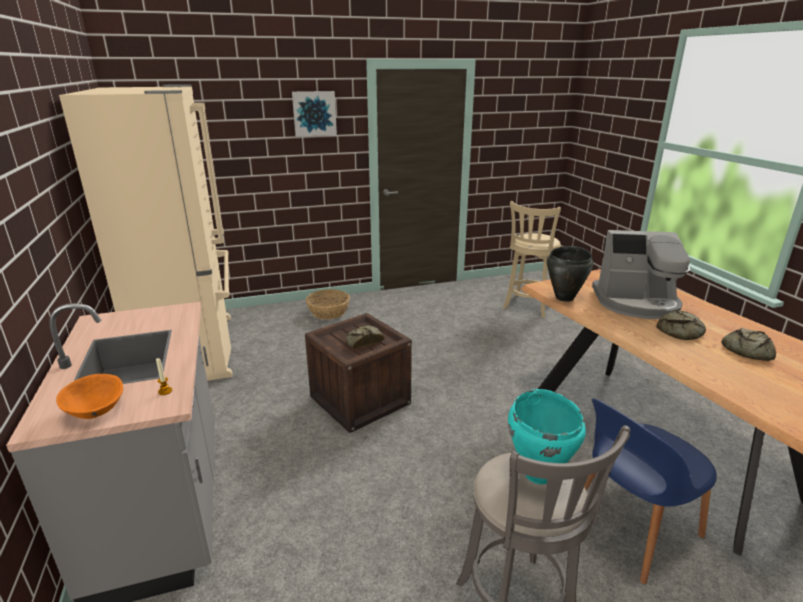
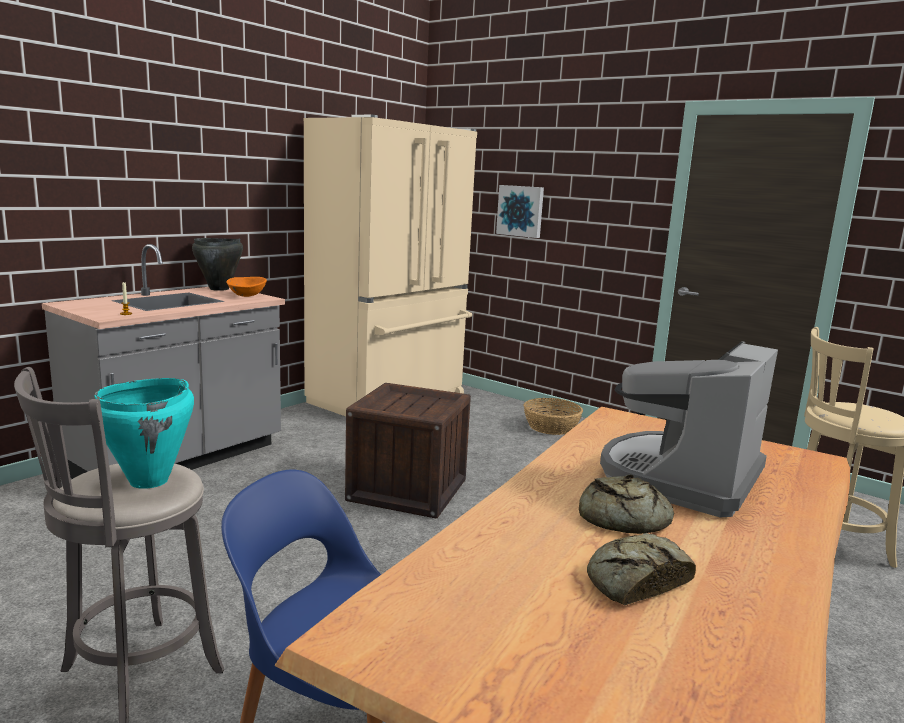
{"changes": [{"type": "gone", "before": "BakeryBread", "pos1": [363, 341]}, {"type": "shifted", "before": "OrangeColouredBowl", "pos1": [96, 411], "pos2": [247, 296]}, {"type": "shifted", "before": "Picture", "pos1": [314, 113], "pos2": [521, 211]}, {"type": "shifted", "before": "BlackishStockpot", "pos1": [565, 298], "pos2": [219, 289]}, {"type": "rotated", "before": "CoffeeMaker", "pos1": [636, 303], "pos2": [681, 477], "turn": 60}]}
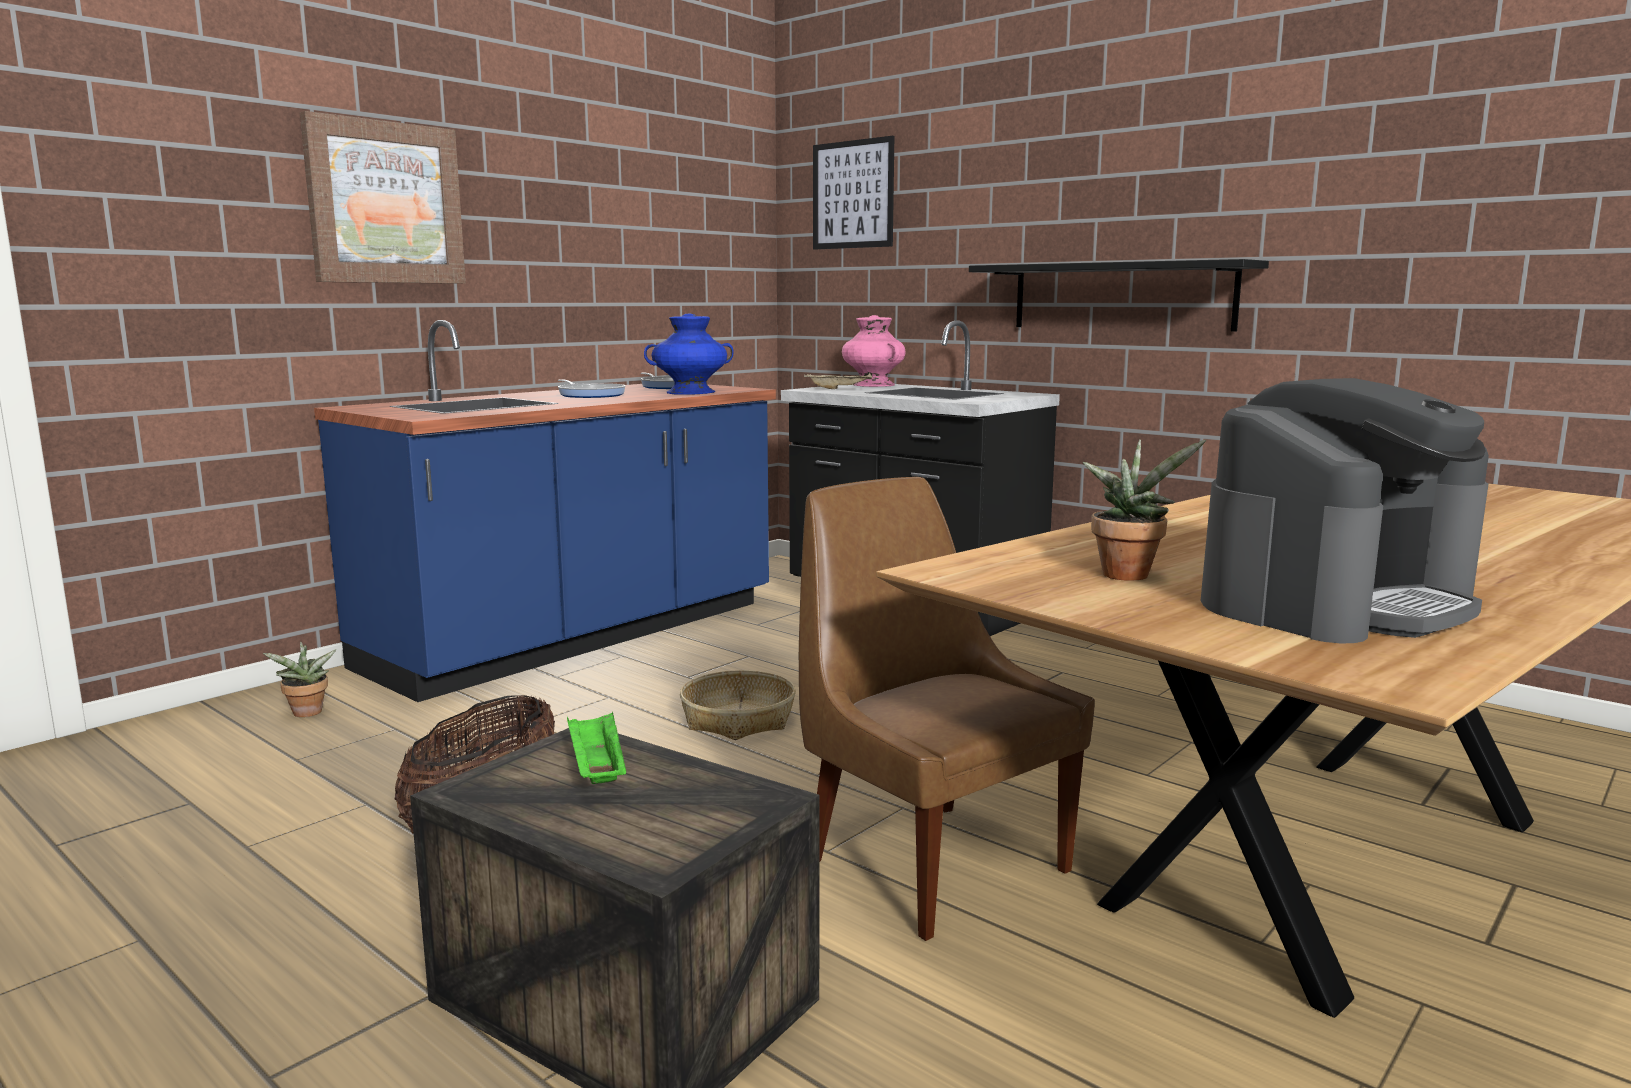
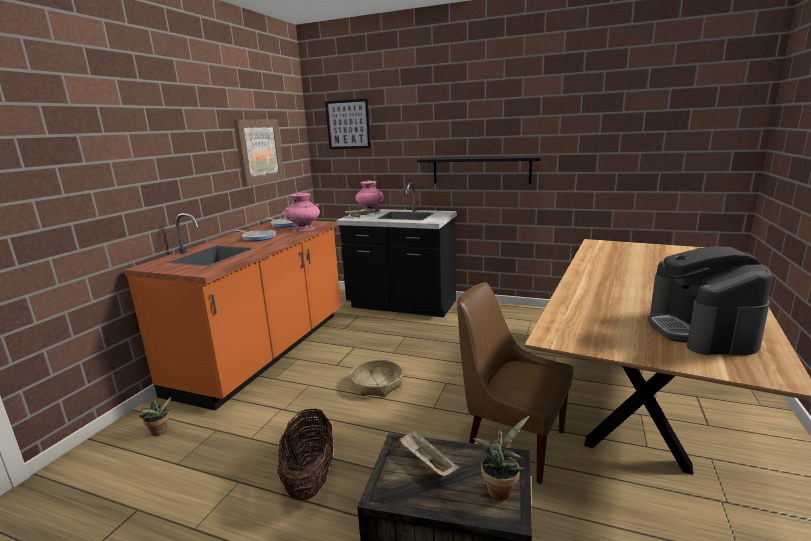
{"changes": [{"type": "shifted", "before": "Picture", "pos1": [385, 203], "pos2": [259, 151]}, {"type": "shifted", "before": "PlantInAPot", "pos1": [1128, 574], "pos2": [500, 488]}, {"type": "repainted", "before": "BlueKitchenCounter", "after": "OrangeColouredKitchenCounter", "pos1": [578, 635], "pos2": [265, 351]}, {"type": "repainted", "before": "GreenColouredServingTray", "after": "SandColouredServingTray", "pos1": [597, 769], "pos2": [426, 462]}, {"type": "repainted", "before": "BlueVase", "after": "PinkVase", "pos1": [690, 392], "pos2": [303, 229]}, {"type": "rotated", "before": "CoffeeMaker", "pos1": [1336, 602], "pos2": [700, 331], "turn": 150}]}
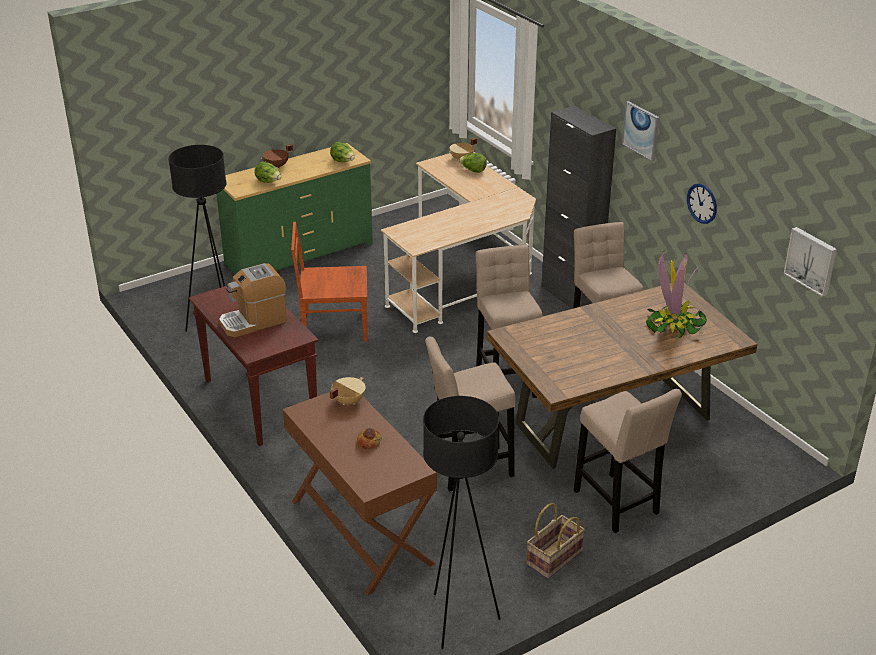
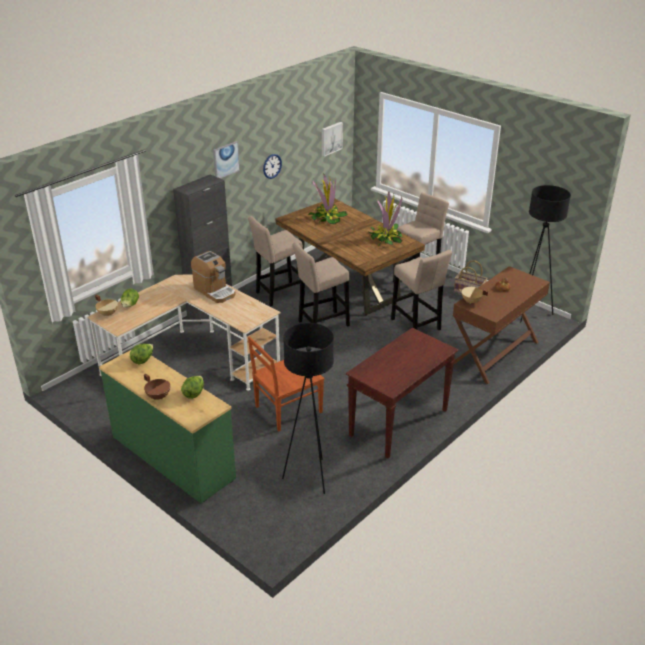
{"changes": [{"type": "new", "after": "PlantInAPot", "pos2": [386, 238]}, {"type": "shifted", "before": "CoffeeMaker", "pos1": [253, 321], "pos2": [214, 291]}, {"type": "rotated", "before": "BrownColouredUprightChair", "pos1": [333, 327], "pos2": [287, 410], "turn": 75}]}
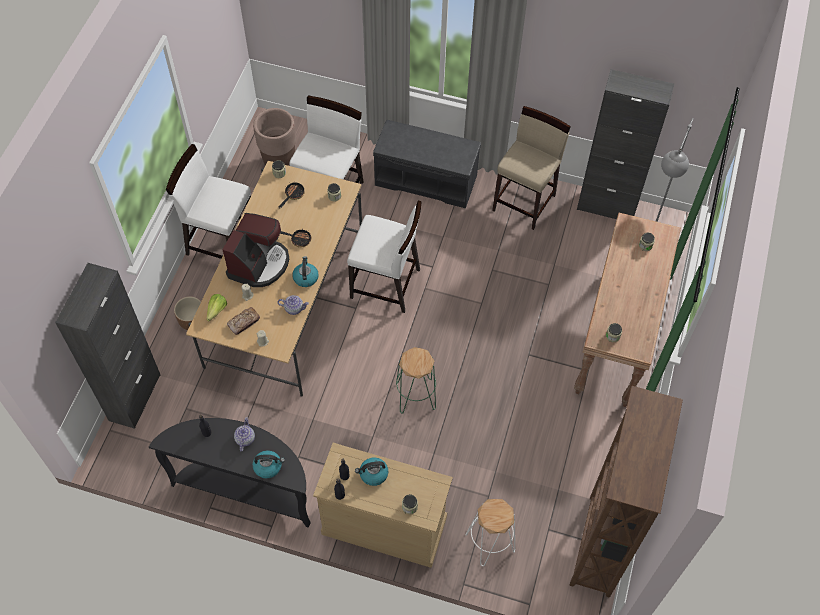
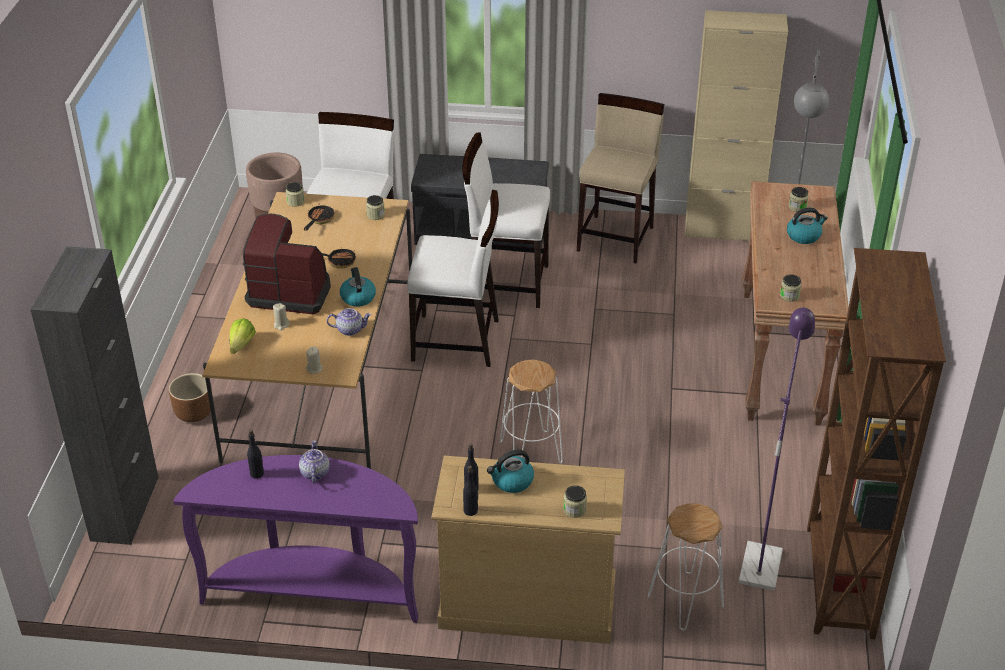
{"changes": [{"type": "gone", "before": "BakeryBread", "pos1": [244, 323]}, {"type": "new", "after": "PurpleFloorLamp", "pos2": [762, 558]}, {"type": "shifted", "before": "WhiteColouredUprightChair", "pos1": [221, 241], "pos2": [505, 282]}, {"type": "shifted", "before": "WaterKettle", "pos1": [268, 466], "pos2": [804, 236]}, {"type": "repainted", "before": "BlackishHallTable", "after": "PurpleHallTable", "pos1": [247, 488], "pos2": [314, 590]}, {"type": "repainted", "before": "GreenColouredStoolSeat", "after": "WhiteColouredStoolSeat", "pos1": [416, 396], "pos2": [531, 452]}, {"type": "repainted", "before": "BlackishCupboard", "after": "SandColouredCupboard", "pos1": [606, 206], "pos2": [722, 230]}, {"type": "rotated", "before": "CoffeeMaker", "pos1": [259, 264], "pos2": [290, 291], "turn": -90}]}
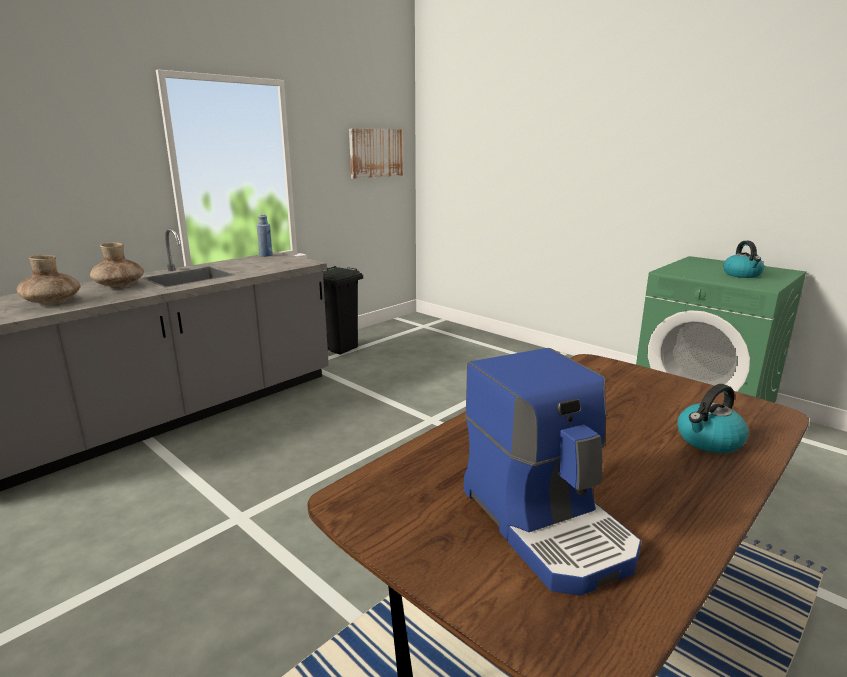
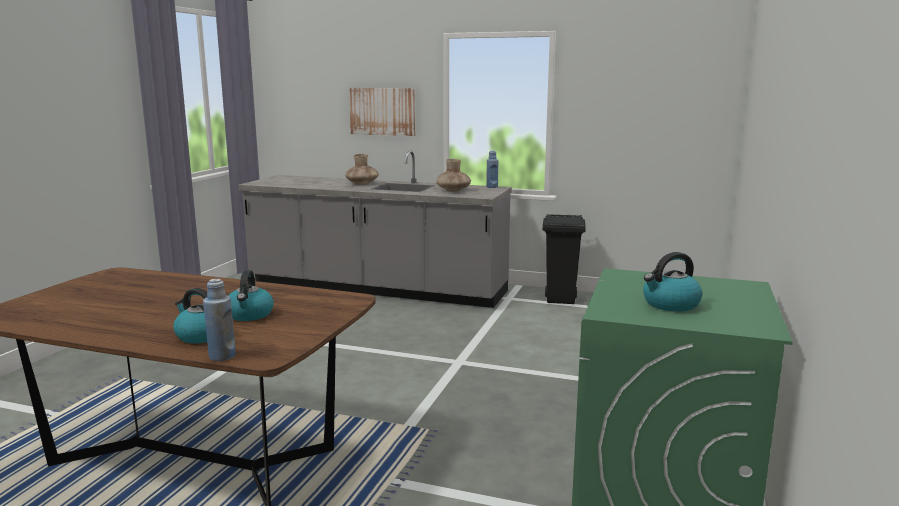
{"changes": [{"type": "gone", "before": "CoffeeMaker", "pos1": [547, 523]}, {"type": "new", "after": "BlueBeverageBottle", "pos2": [222, 356]}, {"type": "new", "after": "WaterKettle", "pos2": [249, 315]}, {"type": "shifted", "before": "BrownColouredVase", "pos1": [52, 302], "pos2": [453, 190]}, {"type": "shifted", "before": "Picture", "pos1": [376, 153], "pos2": [382, 111]}]}
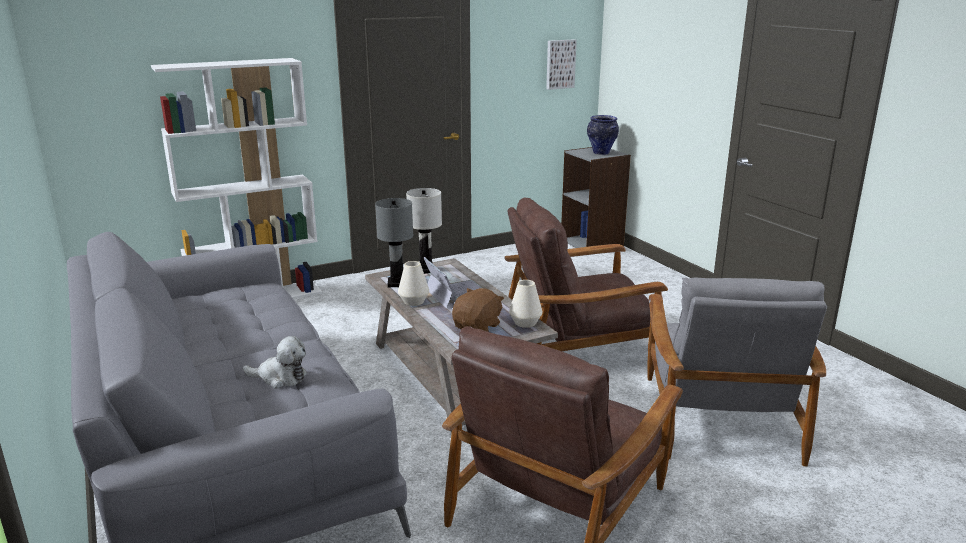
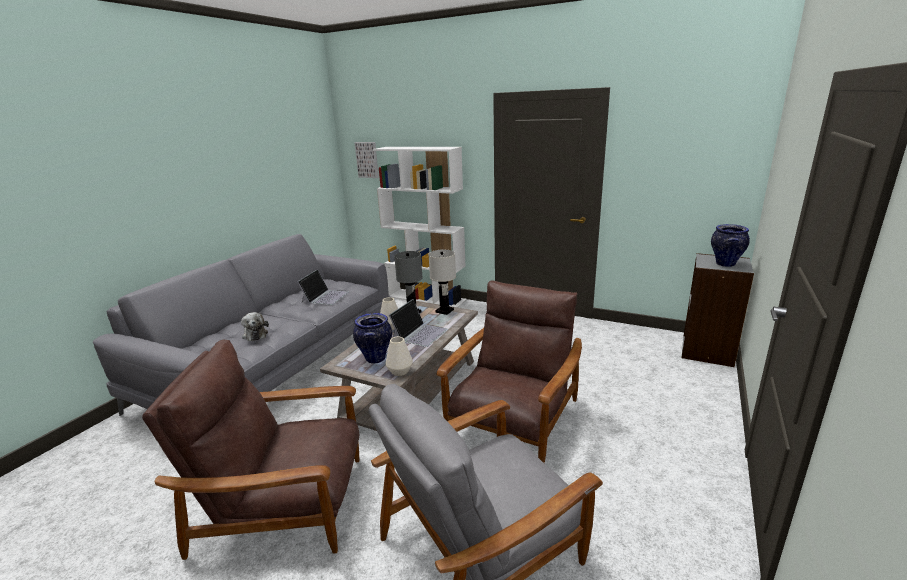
{"changes": [{"type": "new", "after": "NotebookComputer", "pos2": [325, 296]}, {"type": "shifted", "before": "Picture", "pos1": [560, 64], "pos2": [367, 159]}, {"type": "swapped", "before": "BrownColouredSoftToy", "after": "Vase", "pos1": [478, 327], "pos2": [375, 358]}, {"type": "rotated", "before": "BrownColouredArmchair", "pos1": [577, 345], "pos2": [513, 420], "turn": 75}]}
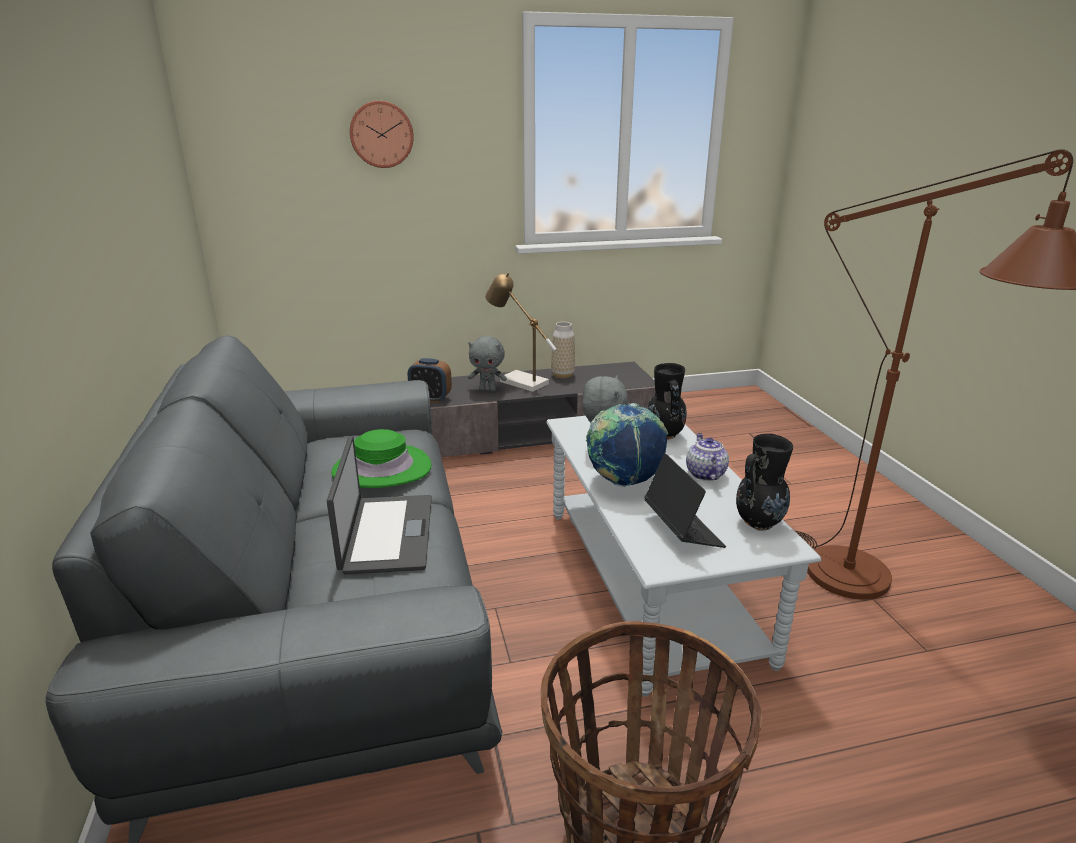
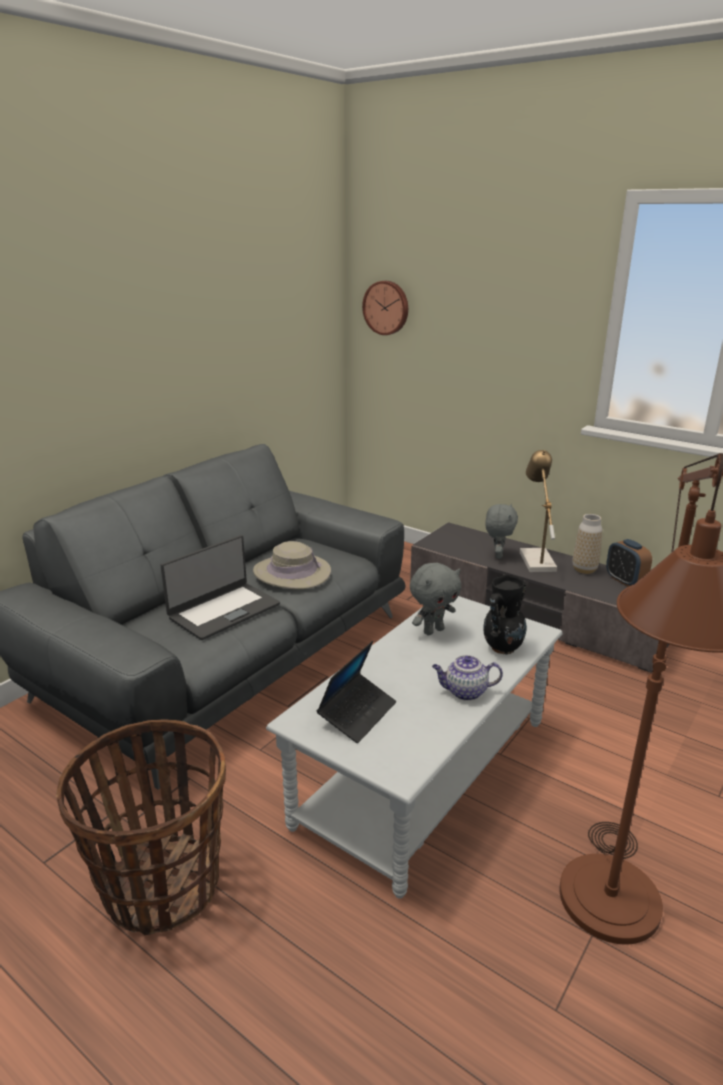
{"changes": [{"type": "gone", "before": "DeskGlobe", "pos1": [623, 482]}, {"type": "gone", "before": "BlackishVase", "pos1": [759, 523]}, {"type": "shifted", "before": "HangingClock", "pos1": [381, 134], "pos2": [386, 307]}, {"type": "shifted", "before": "AlarmClock", "pos1": [430, 399], "pos2": [625, 580]}, {"type": "repainted", "before": "GreenColouredClothingHat", "after": "SandColouredClothingHat", "pos1": [382, 469], "pos2": [292, 573]}, {"type": "rotated", "before": "GreySoftToy", "pos1": [488, 389], "pos2": [497, 555], "turn": -135}, {"type": "rotated", "before": "PotForTea", "pos1": [704, 473], "pos2": [464, 692], "turn": -135}]}
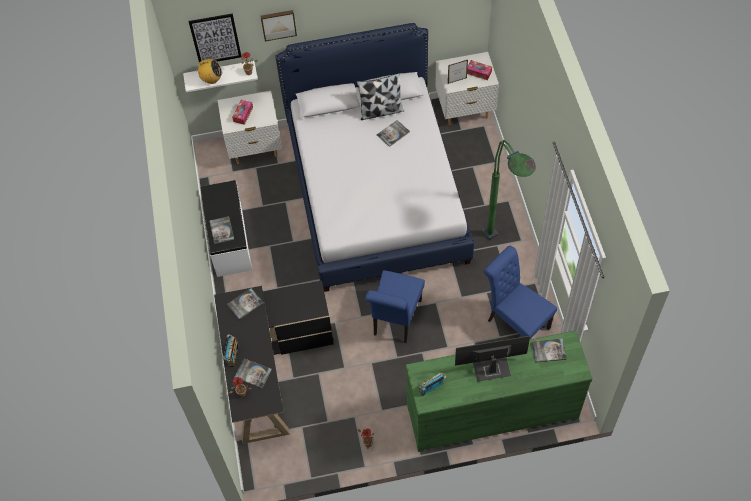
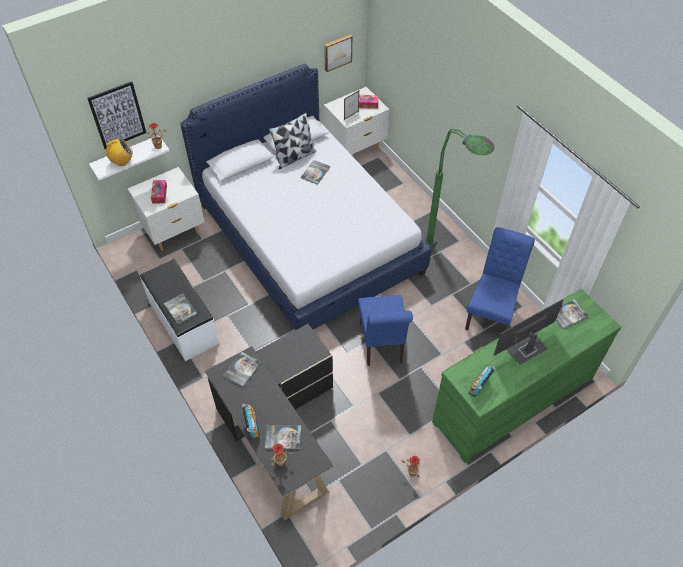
{"changes": [{"type": "shifted", "before": "Picture", "pos1": [278, 24], "pos2": [337, 52]}, {"type": "rotated", "before": "BlueUprightChair", "pos1": [515, 322], "pos2": [491, 312], "turn": 90}]}
